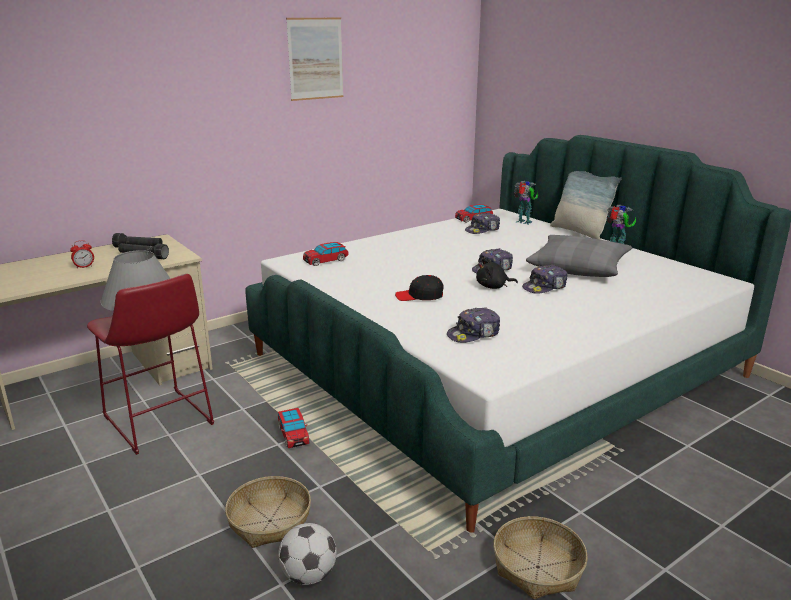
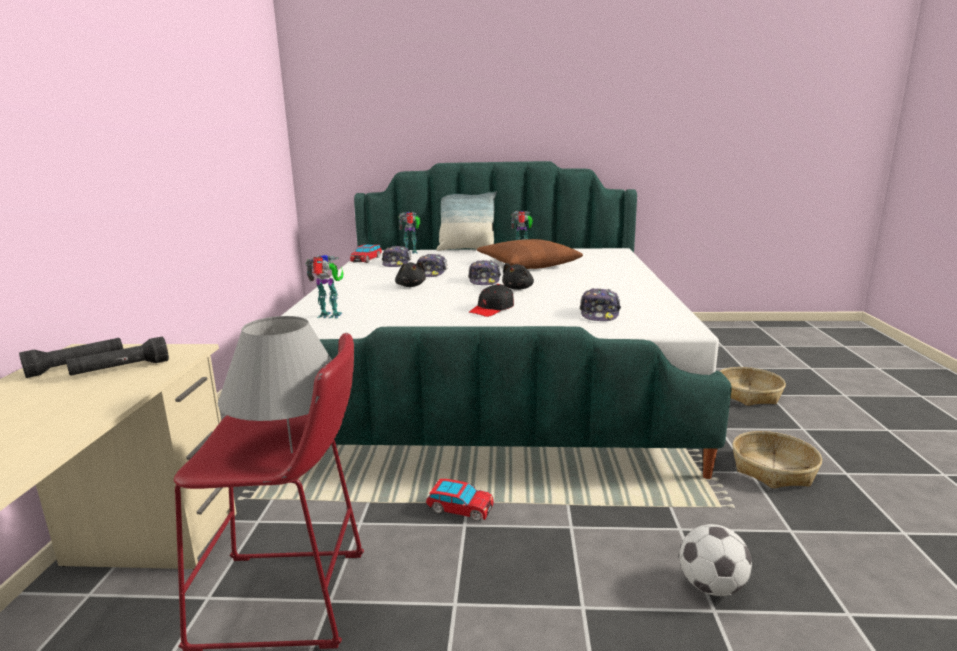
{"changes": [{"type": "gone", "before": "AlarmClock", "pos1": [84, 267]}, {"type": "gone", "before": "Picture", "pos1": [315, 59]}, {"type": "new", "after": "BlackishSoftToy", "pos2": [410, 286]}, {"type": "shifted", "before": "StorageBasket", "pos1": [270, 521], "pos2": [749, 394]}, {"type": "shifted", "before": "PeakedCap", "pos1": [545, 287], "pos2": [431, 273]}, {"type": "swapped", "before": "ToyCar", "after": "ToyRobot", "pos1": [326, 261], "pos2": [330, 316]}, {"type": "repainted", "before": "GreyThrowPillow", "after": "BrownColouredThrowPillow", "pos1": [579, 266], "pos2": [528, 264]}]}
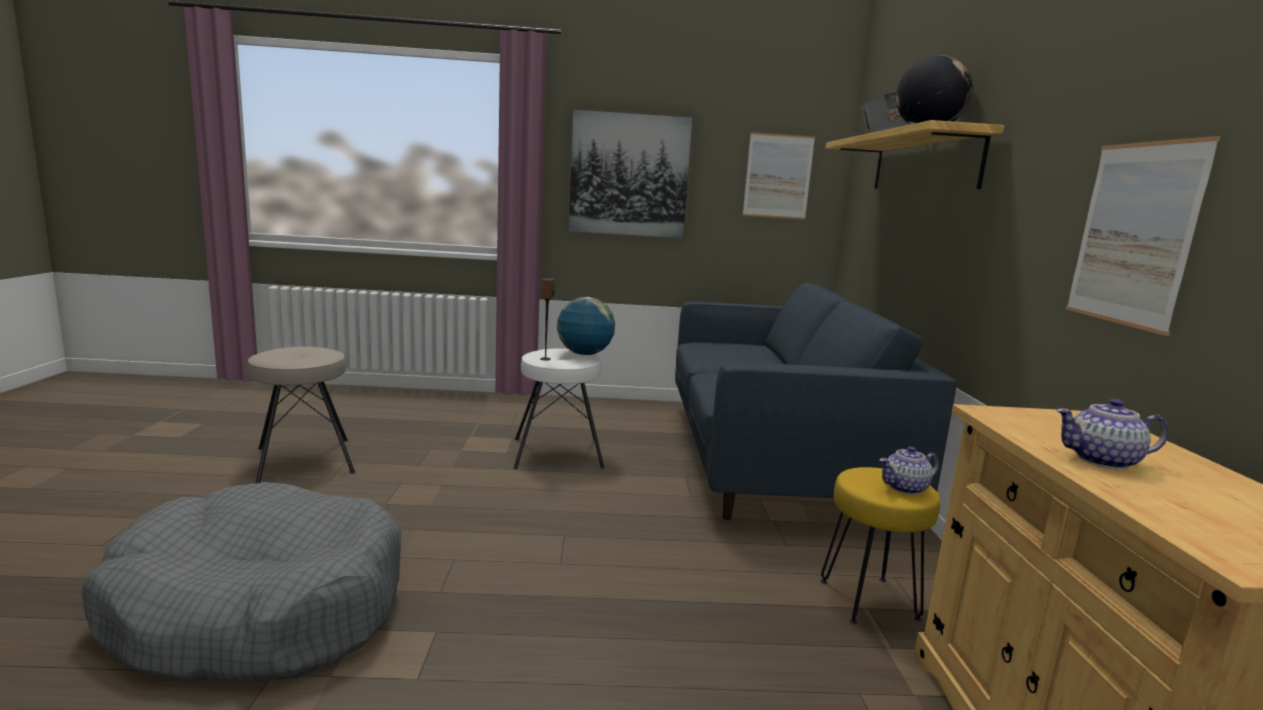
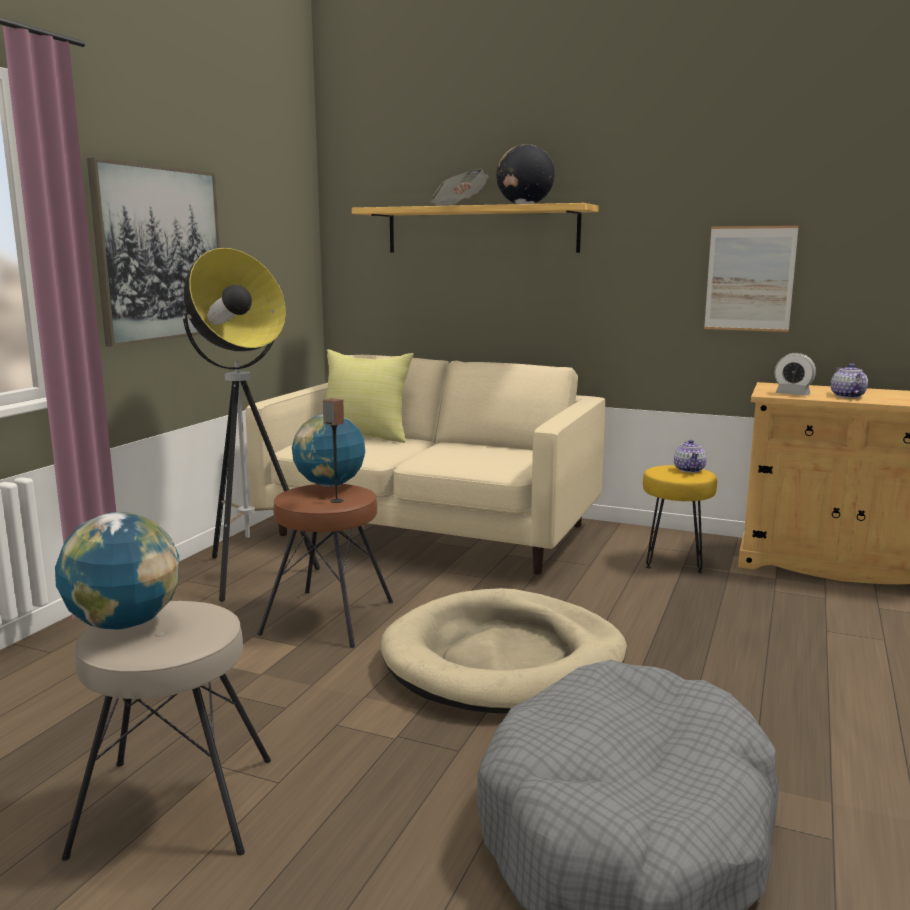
{"changes": [{"type": "gone", "before": "Picture", "pos1": [778, 176]}, {"type": "new", "after": "DeskGlobe", "pos2": [124, 624]}, {"type": "new", "after": "FloorLamp", "pos2": [249, 574]}, {"type": "new", "after": "YellowColouredThrowPillow", "pos2": [365, 436]}, {"type": "new", "after": "SandColouredPetBed", "pos2": [504, 660]}, {"type": "new", "after": "AlarmClock", "pos2": [792, 394]}, {"type": "repainted", "before": "WhiteColouredStoolSeat", "after": "BrownColouredStoolSeat", "pos1": [558, 453], "pos2": [329, 617]}, {"type": "repainted", "before": "BlueSofa", "after": "SandColouredSofa", "pos1": [771, 458], "pos2": [429, 531]}, {"type": "rotated", "before": "PotForTea", "pos1": [1103, 461], "pos2": [847, 396], "turn": 150}]}
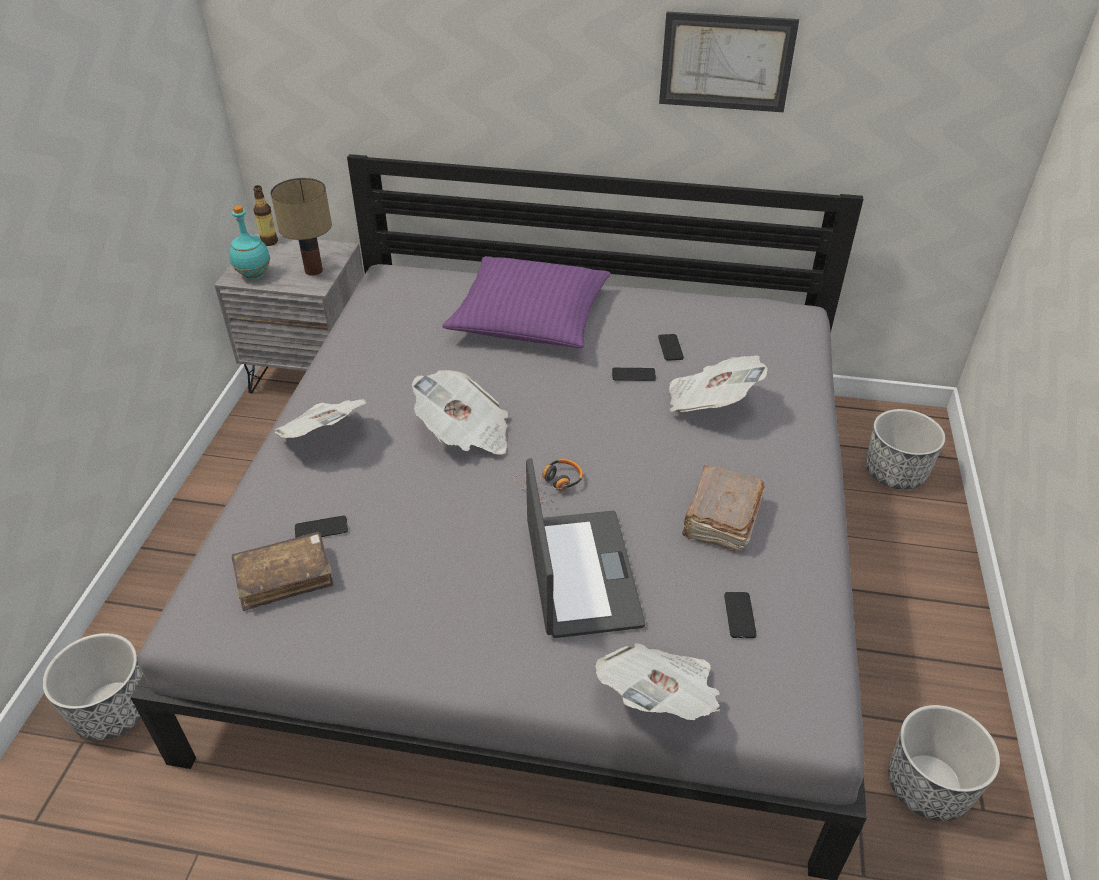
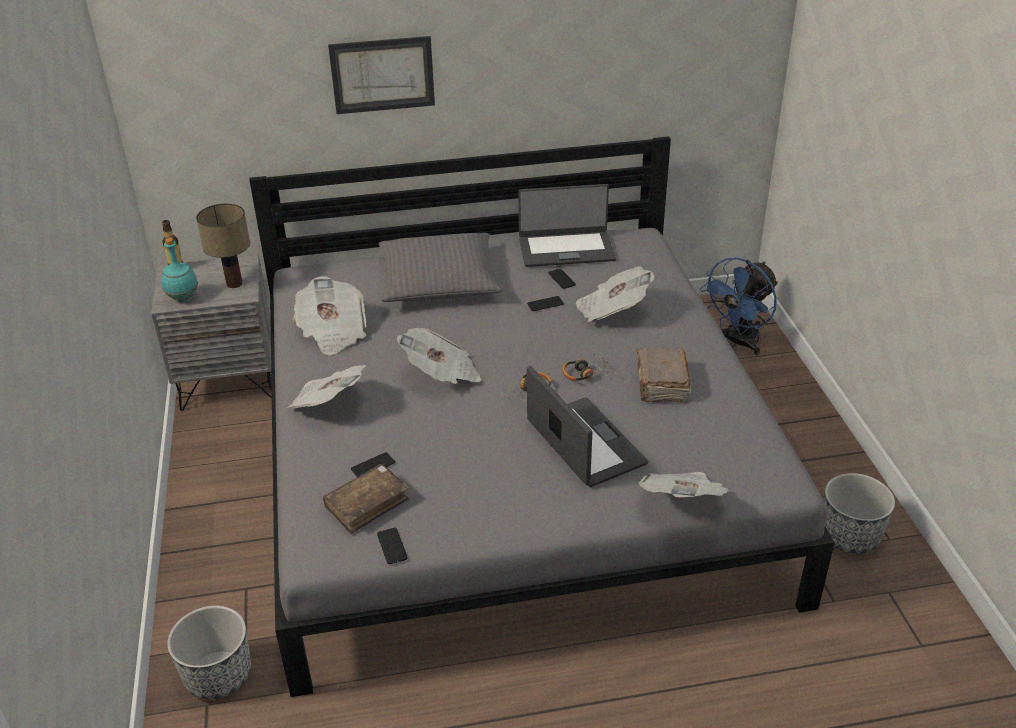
{"changes": [{"type": "new", "after": "DailyPaper", "pos2": [332, 332]}, {"type": "new", "after": "NotebookComputer", "pos2": [566, 249]}, {"type": "new", "after": "Headphones", "pos2": [587, 373]}, {"type": "shifted", "before": "Picture", "pos1": [726, 62], "pos2": [382, 74]}, {"type": "shifted", "before": "Phone", "pos1": [739, 615], "pos2": [392, 546]}, {"type": "swapped", "before": "Planter", "after": "BlueFan", "pos1": [895, 473], "pos2": [738, 342]}, {"type": "repainted", "before": "PurpleThrowPillow", "after": "GreyThrowPillow", "pos1": [529, 317], "pos2": [438, 281]}]}
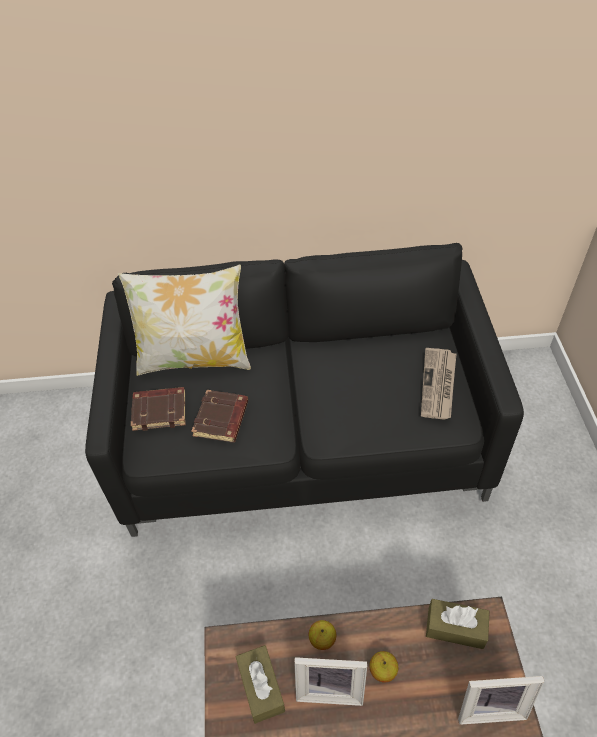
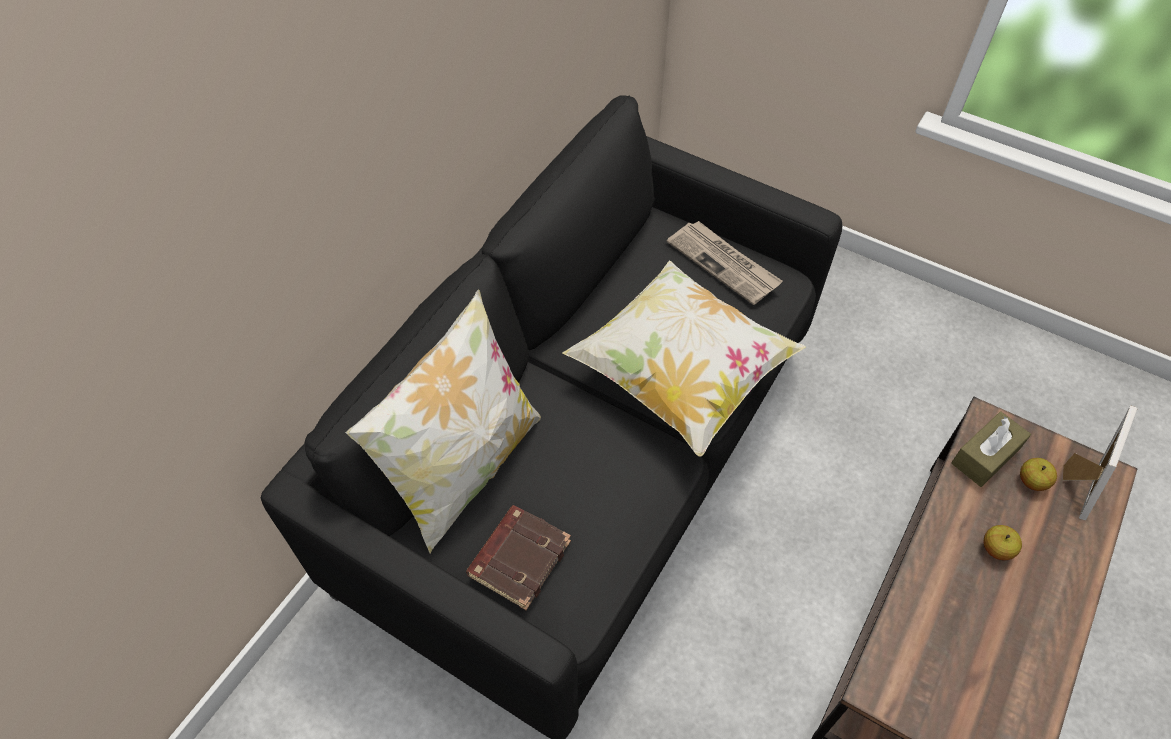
{"changes": [{"type": "gone", "before": "BrownColouredBoundBook", "pos1": [221, 419]}, {"type": "gone", "before": "BrownColouredTissueBox", "pos1": [261, 687]}, {"type": "gone", "before": "PictureFrame", "pos1": [329, 687]}, {"type": "new", "after": "ThrowPillow", "pos2": [680, 376]}, {"type": "shifted", "before": "AppleFruit", "pos1": [322, 639], "pos2": [1032, 481]}]}
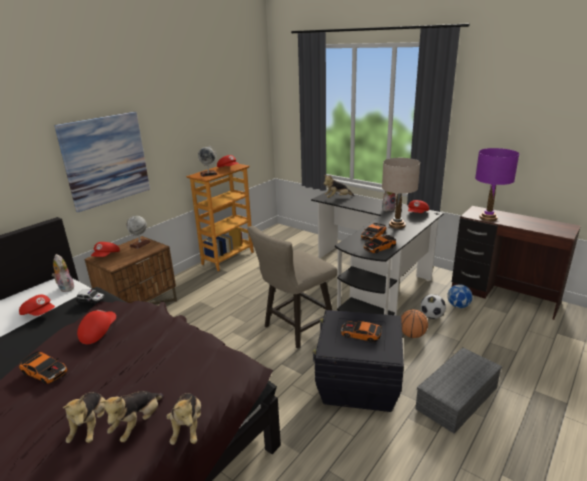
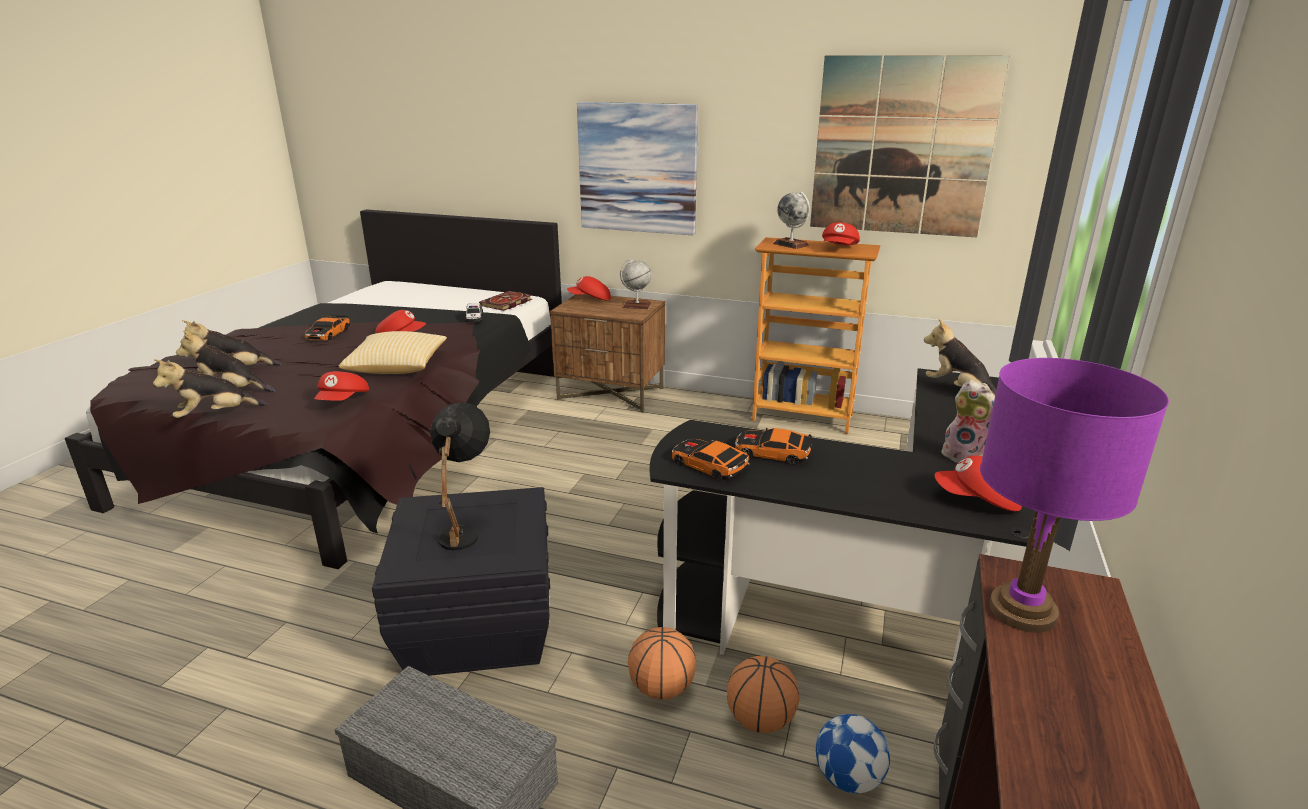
{"changes": [{"type": "gone", "before": "SandColouredStoolSeat", "pos1": [295, 329]}, {"type": "gone", "before": "SandColouredTabletopLamp", "pos1": [397, 225]}, {"type": "new", "after": "ThrowPillow", "pos2": [397, 367]}, {"type": "new", "after": "Picture", "pos2": [902, 147]}, {"type": "shifted", "before": "RedPeakedCap", "pos1": [39, 313], "pos2": [343, 401]}, {"type": "swapped", "before": "SoftToy", "after": "BoundBook", "pos1": [65, 288], "pos2": [506, 303]}, {"type": "swapped", "before": "ToyCar", "after": "BlackishTabletopLamp", "pos1": [361, 334], "pos2": [465, 530]}, {"type": "swapped", "before": "BallForFootball", "after": "BallForBasketball", "pos1": [432, 316], "pos2": [760, 720]}]}
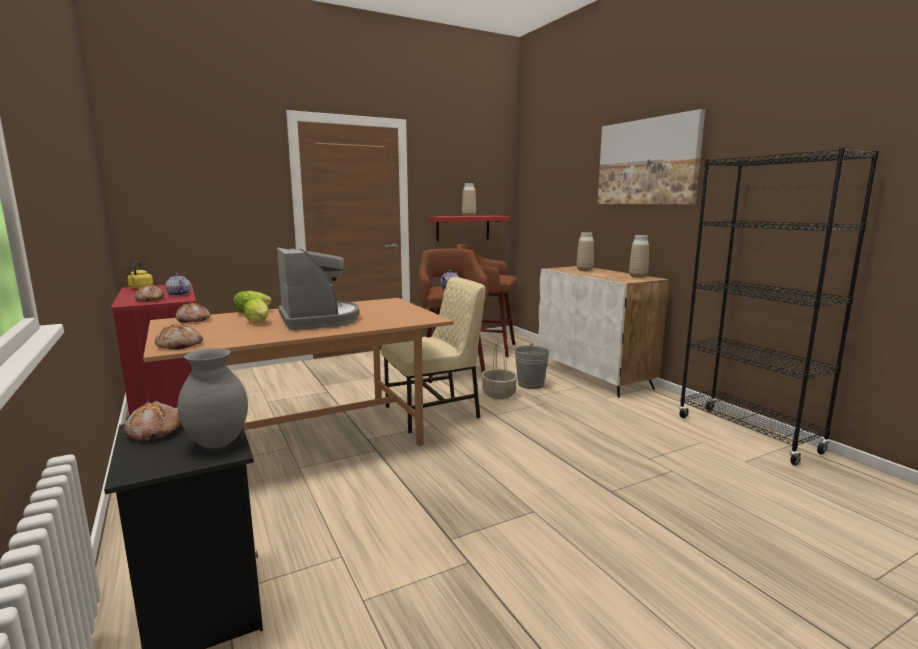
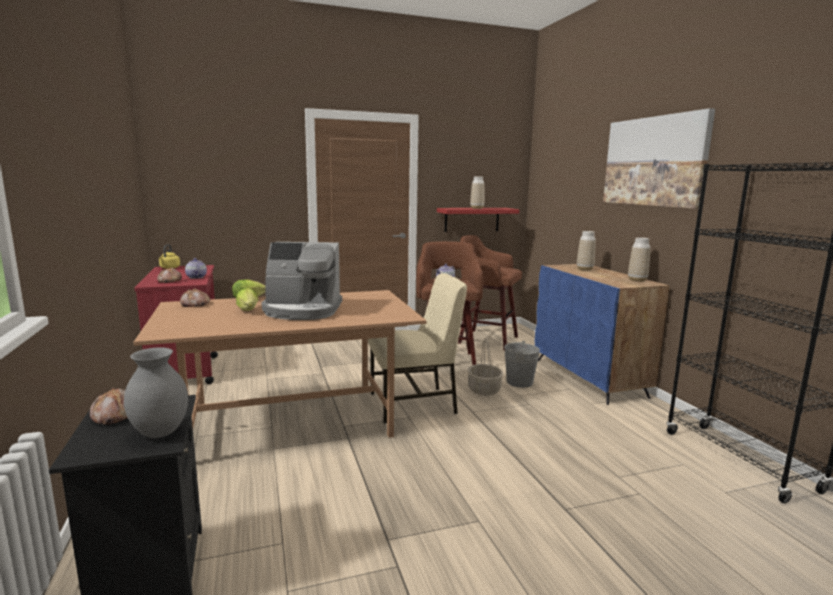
{"changes": [{"type": "gone", "before": "BakeryBread", "pos1": [180, 345]}, {"type": "repainted", "before": "WhiteColouredCupboard", "after": "BlueCupboard", "pos1": [594, 375], "pos2": [589, 377]}, {"type": "rotated", "before": "CoffeeMaker", "pos1": [318, 319], "pos2": [302, 310], "turn": 105}]}
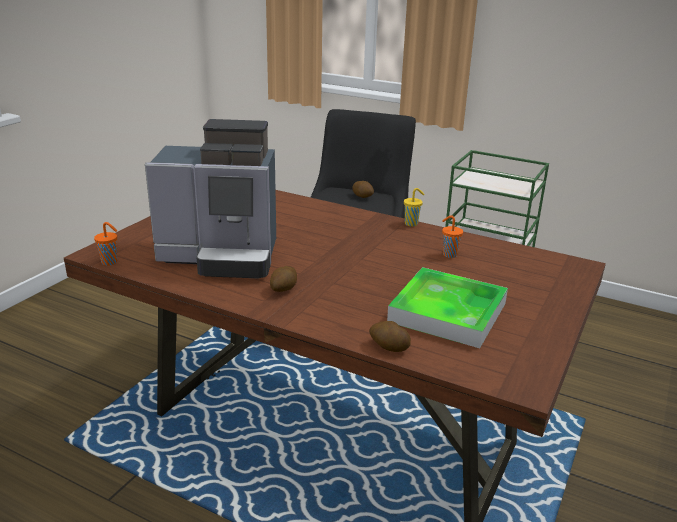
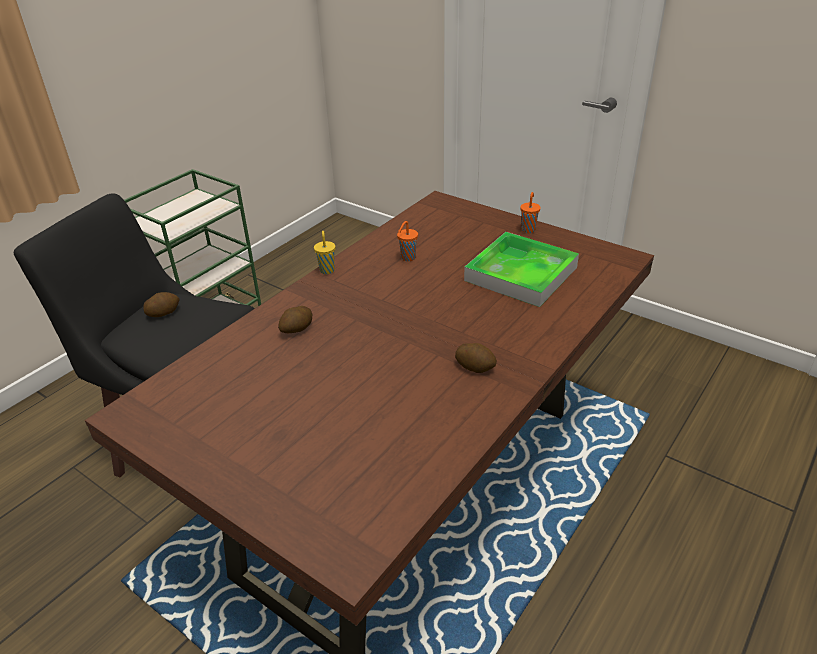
{"changes": [{"type": "gone", "before": "CoffeeMaker", "pos1": [223, 257]}, {"type": "shifted", "before": "OrangeColouredCup", "pos1": [110, 262], "pos2": [528, 229]}, {"type": "shifted", "before": "WholePotato", "pos1": [388, 347], "pos2": [296, 329]}]}
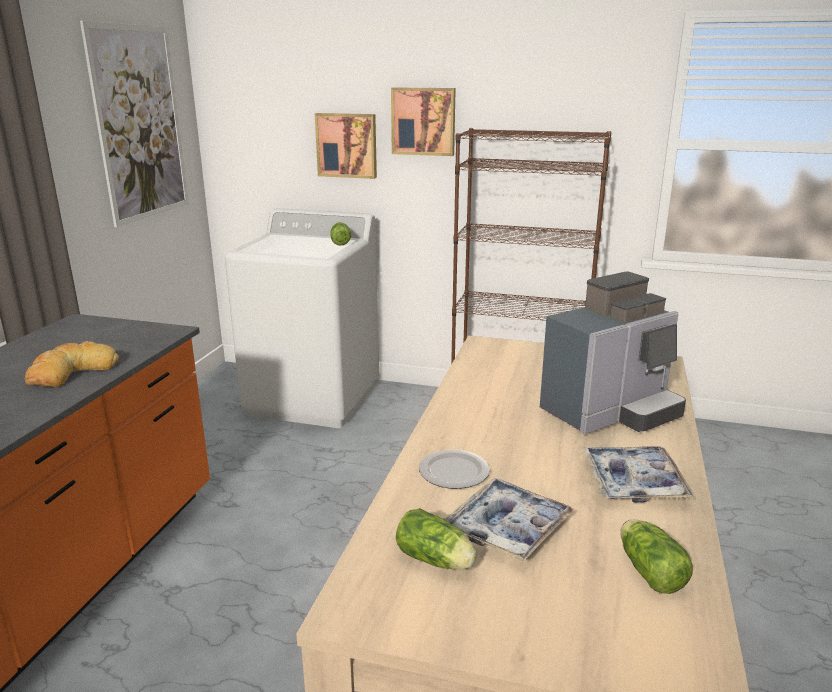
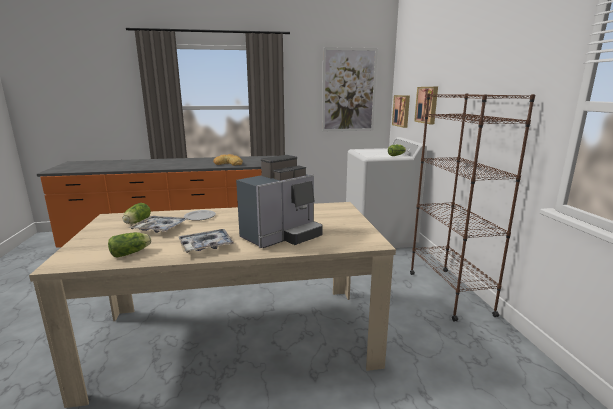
{"changes": [{"type": "shifted", "before": "Picture", "pos1": [423, 121], "pos2": [402, 111]}, {"type": "rotated", "before": "CoffeeMaker", "pos1": [611, 412], "pos2": [282, 236], "turn": -75}]}
